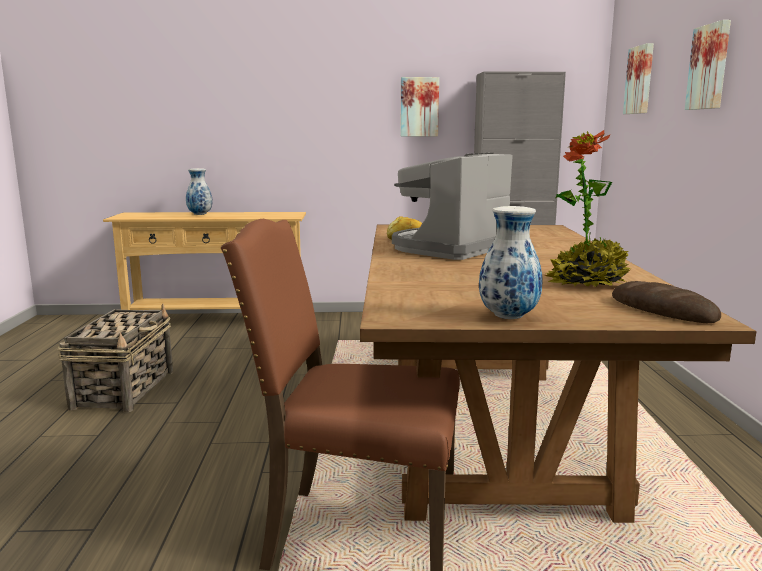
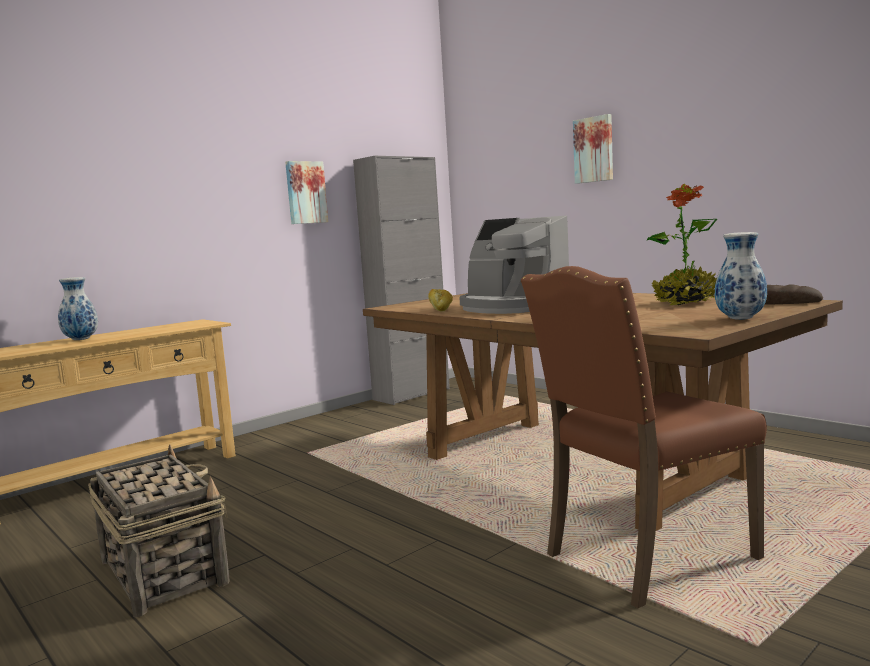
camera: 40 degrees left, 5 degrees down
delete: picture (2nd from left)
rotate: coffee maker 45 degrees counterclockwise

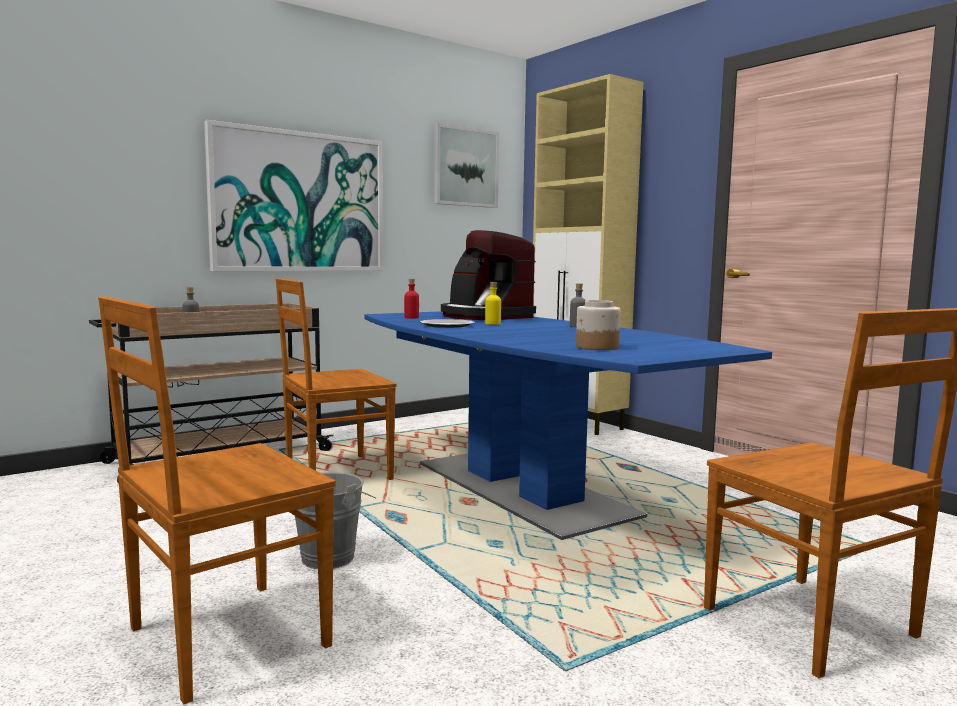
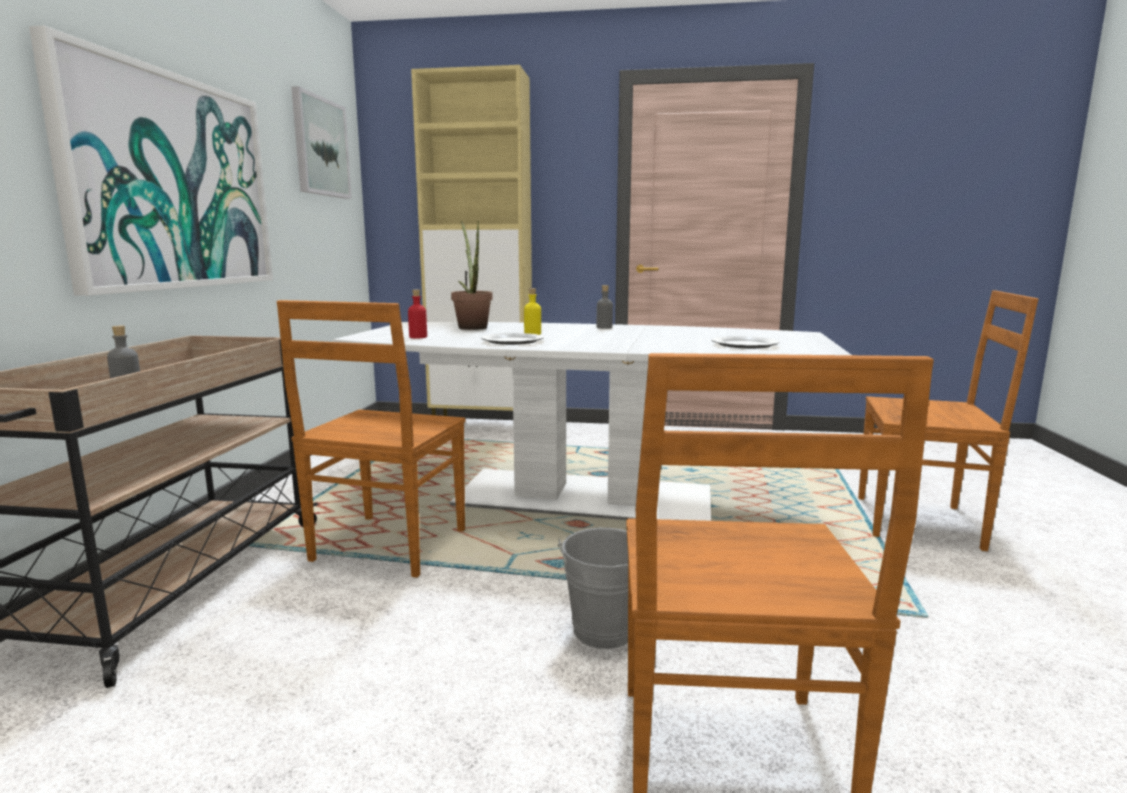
camera: 45 degrees left, 5 degrees up
replace: coffee maker to potted plant; storage jar to flat dish (2nd from left)
recolor: dinner table/blue-coloured to dinner table/whitish

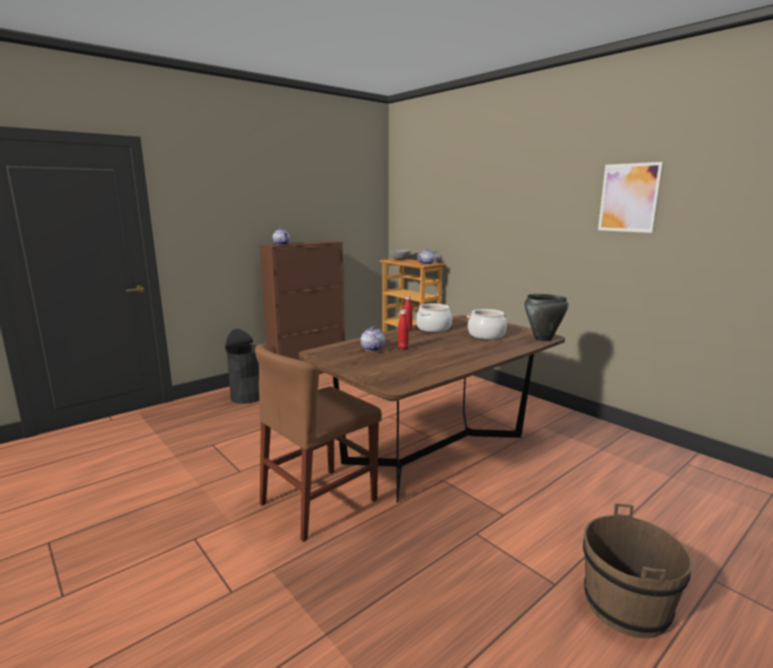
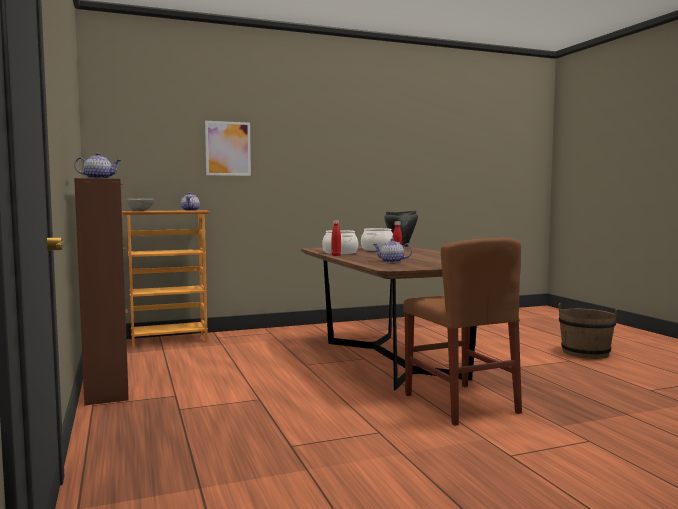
camera: 70 degrees left, 10 degrees down
delete: trash can/black
move: picture

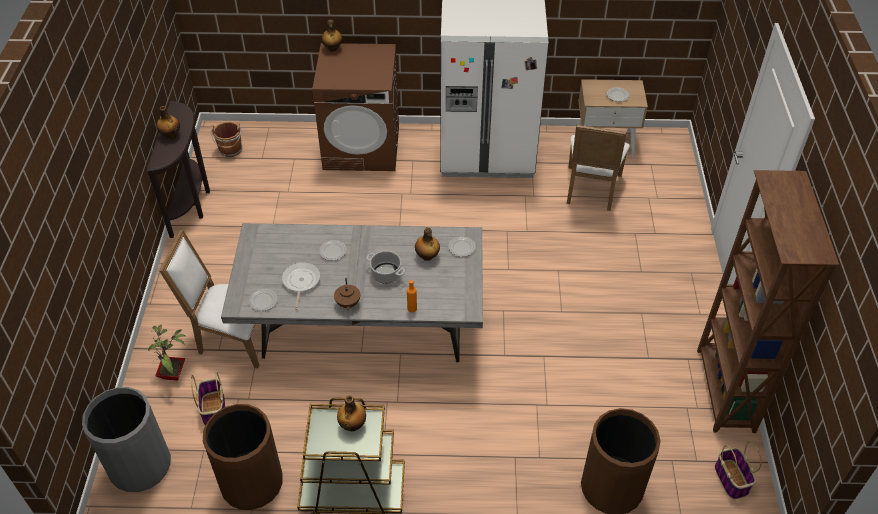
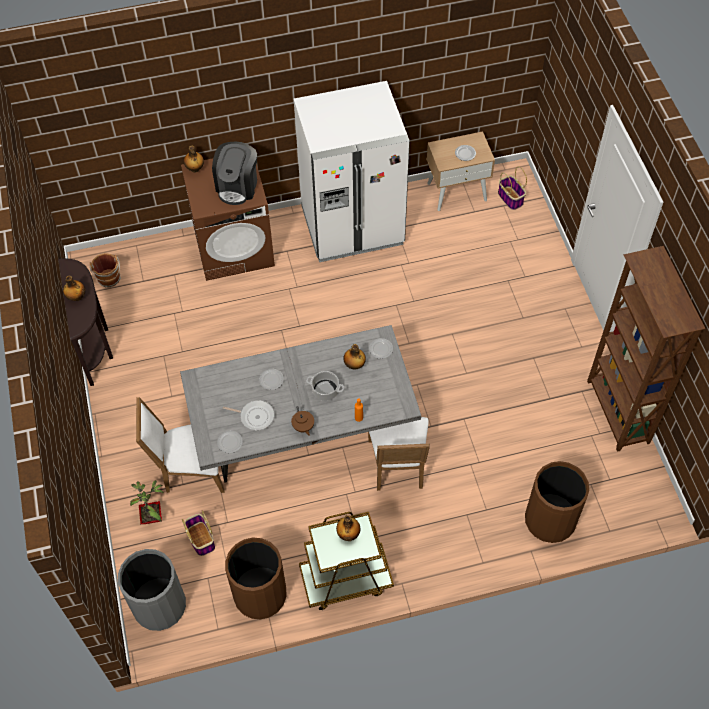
camera: 15 degrees left, 10 degrees up
insert: coffee maker
move: upright chair/whitish (2nd from left); basket (2nd from left)
rotate: skillet 120 degrees clockwise

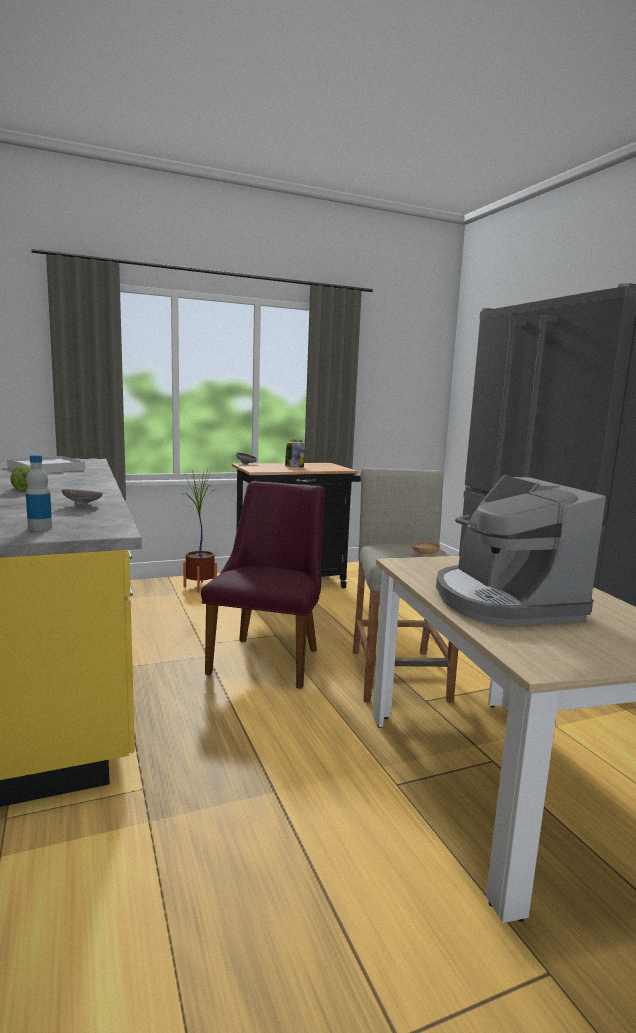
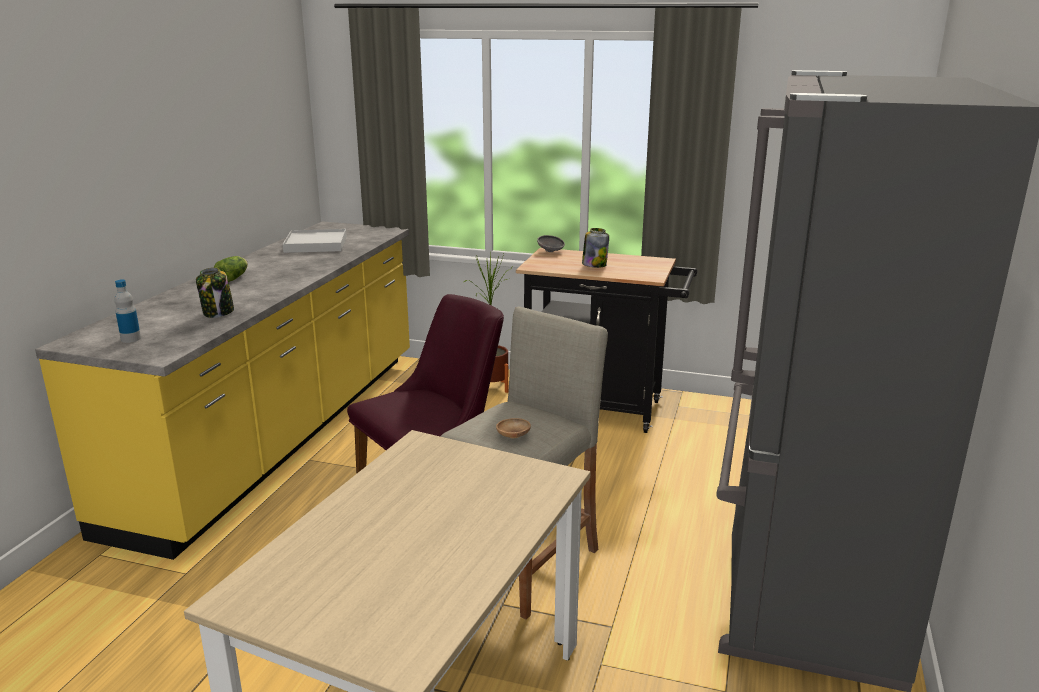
camera: 40 degrees right, 10 degrees up
delete: coffee maker
replace: deep dish/grey (1st from left) to storage jar (1st from left)

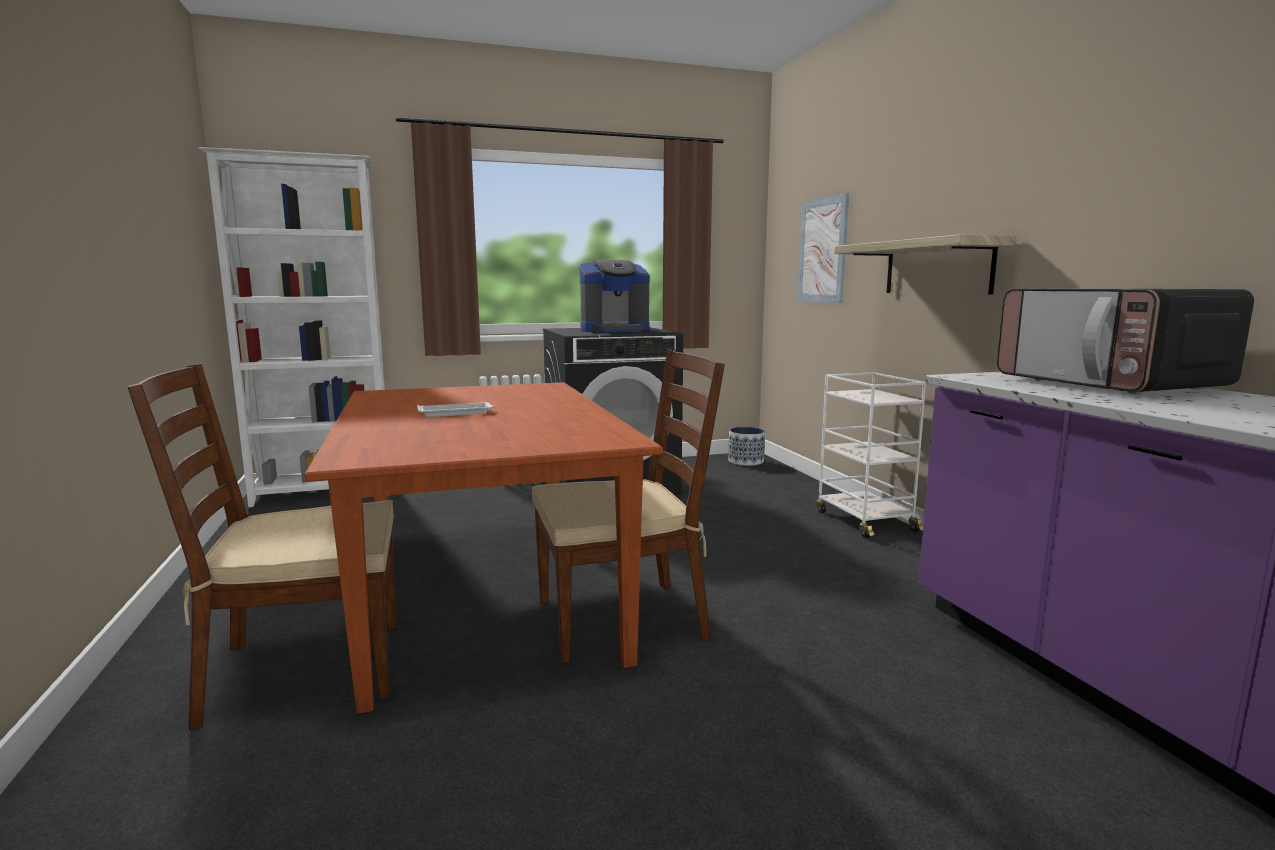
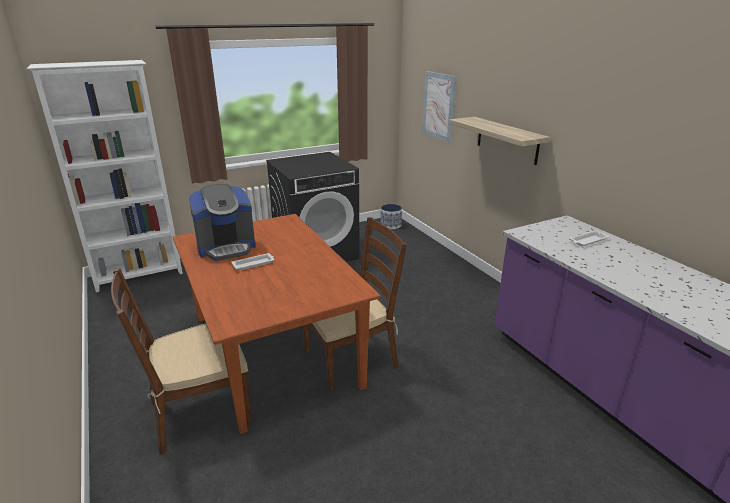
camera: 10 degrees left, 15 degrees up
delete: trolley/whitish
move: coffee maker
replace: kitchen microwave to serving tray/whitish (2nd from left)

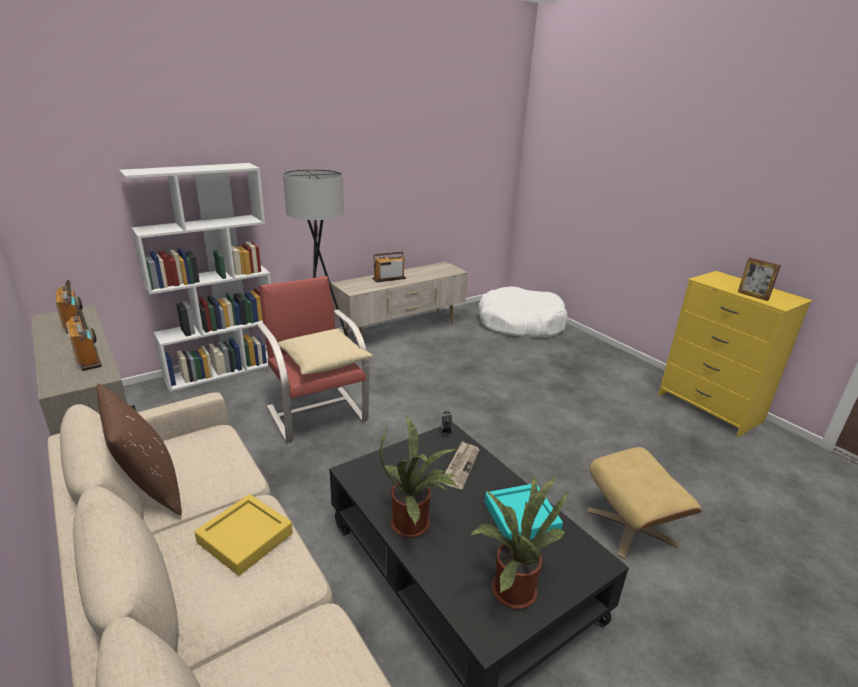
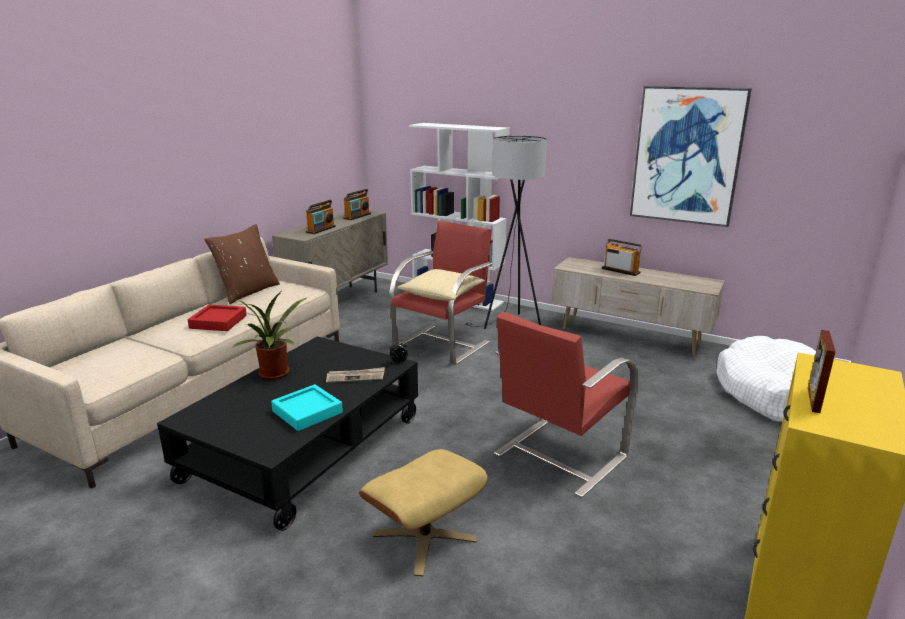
camera: 65 degrees right, 5 degrees down
delete: potted plant (2nd from left)
insert: easy chair/reddish (2nd from left); picture
recolor: serving tray/yellow to serving tray/reddish

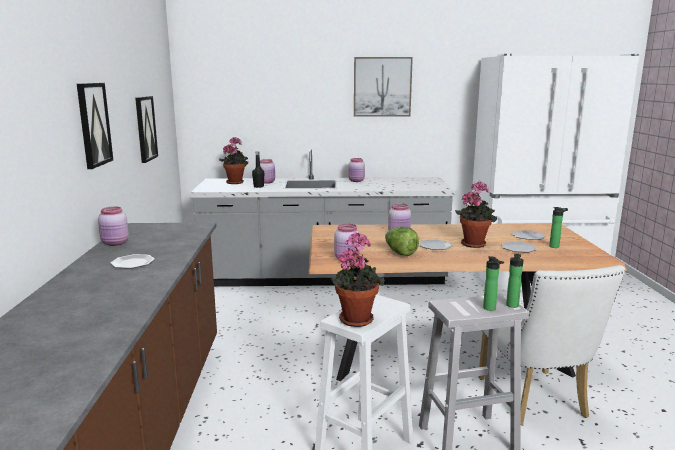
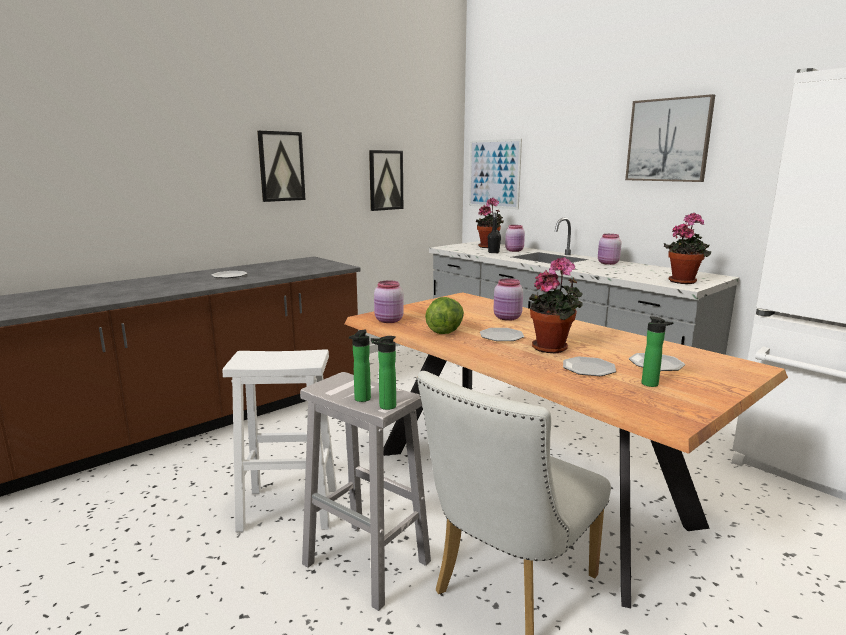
camera: 50 degrees right, 0 degrees up
delete: storage jar/pink (1st from left)
insert: picture (3rd from left)
move: potted plant (2nd from left in the first image) to potted plant (3rd from left)

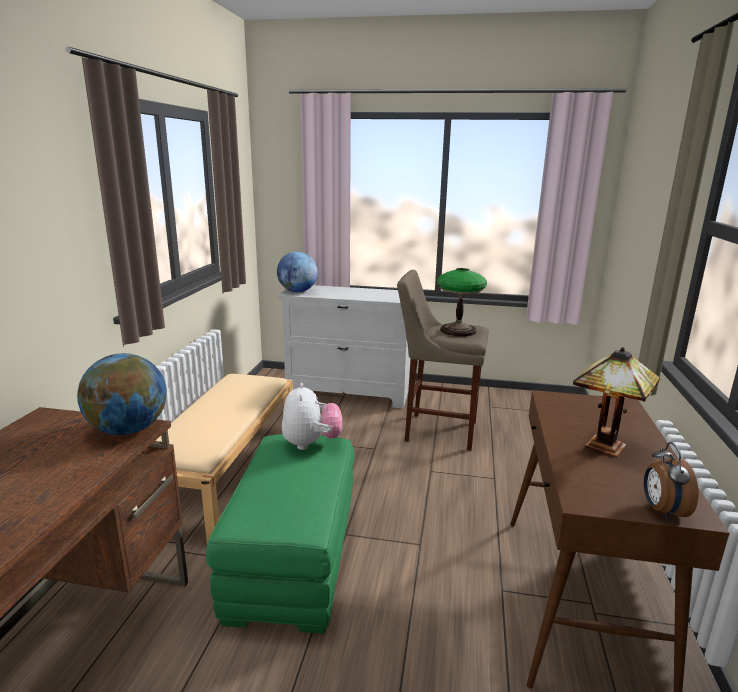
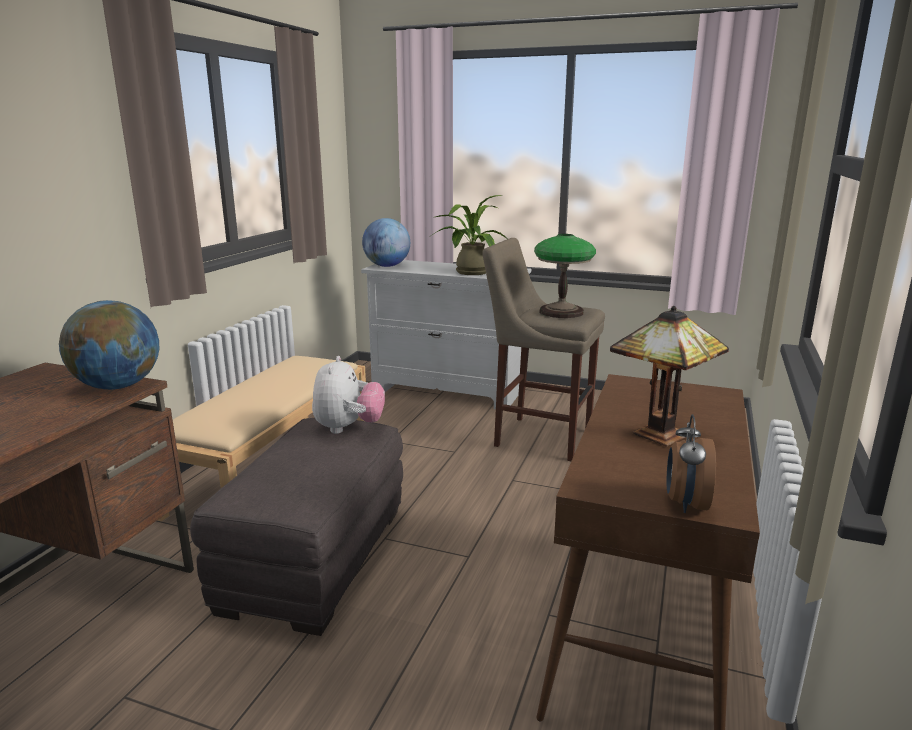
camera: 10 degrees right, 0 degrees up
insert: potted plant
recolor: footrest/green-coloured to footrest/grey

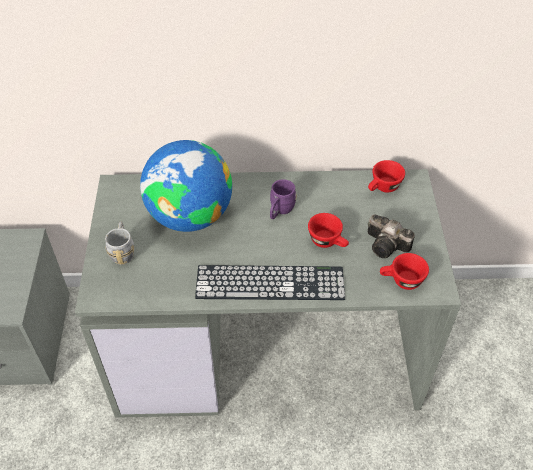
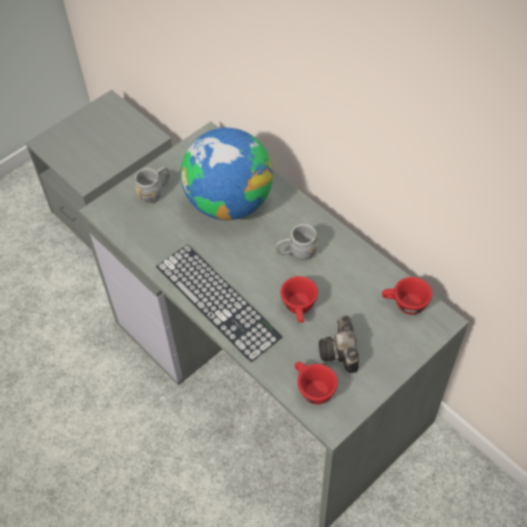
camera: 50 degrees right, 5 degrees up
recolor: tea mug/purplish to tea mug/grey (2nd from left)

